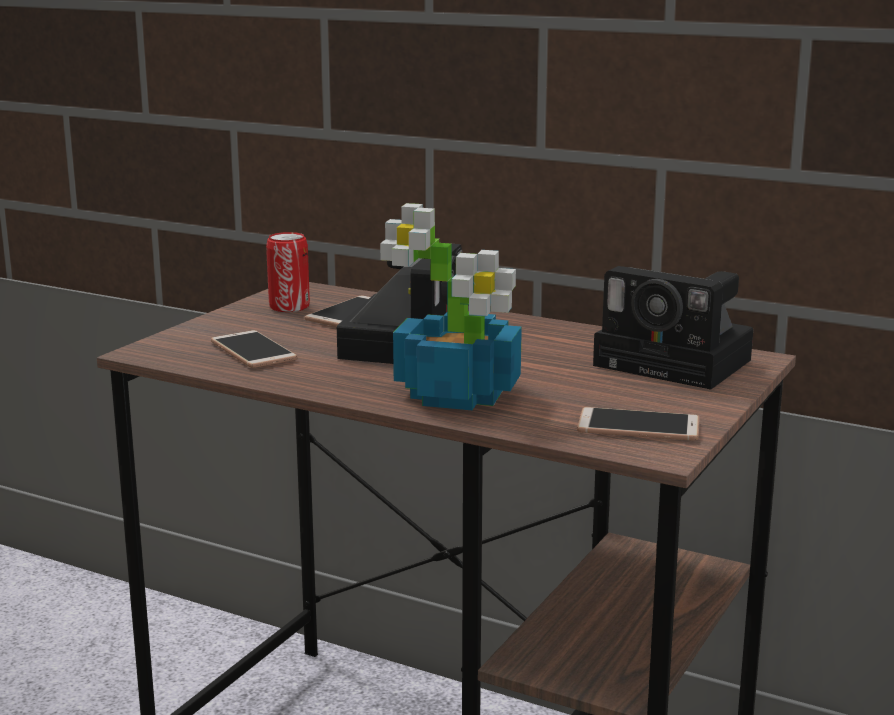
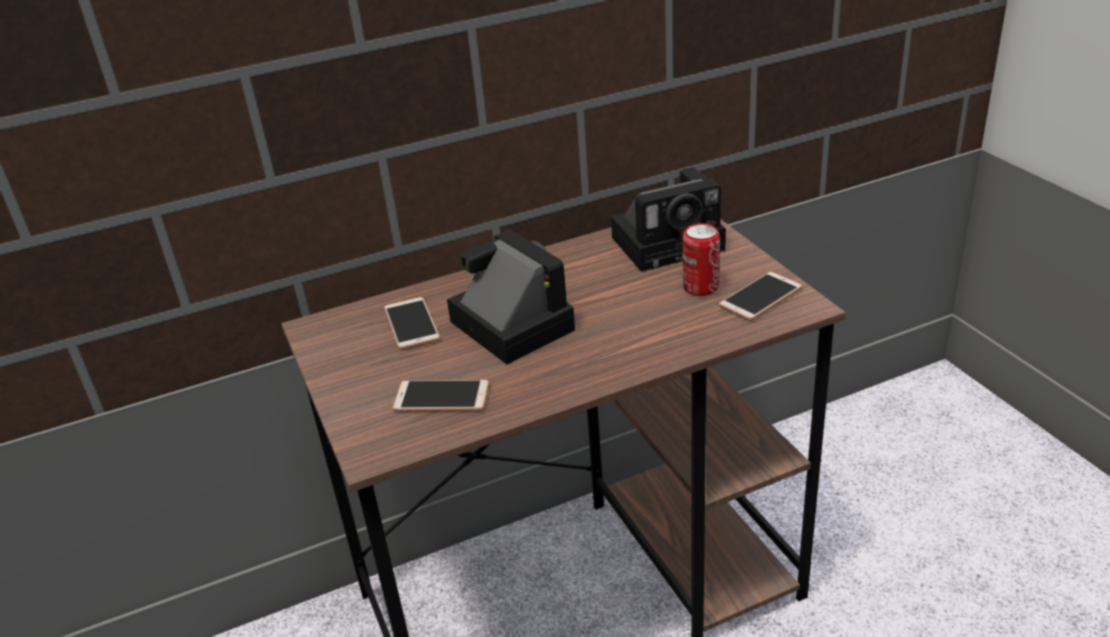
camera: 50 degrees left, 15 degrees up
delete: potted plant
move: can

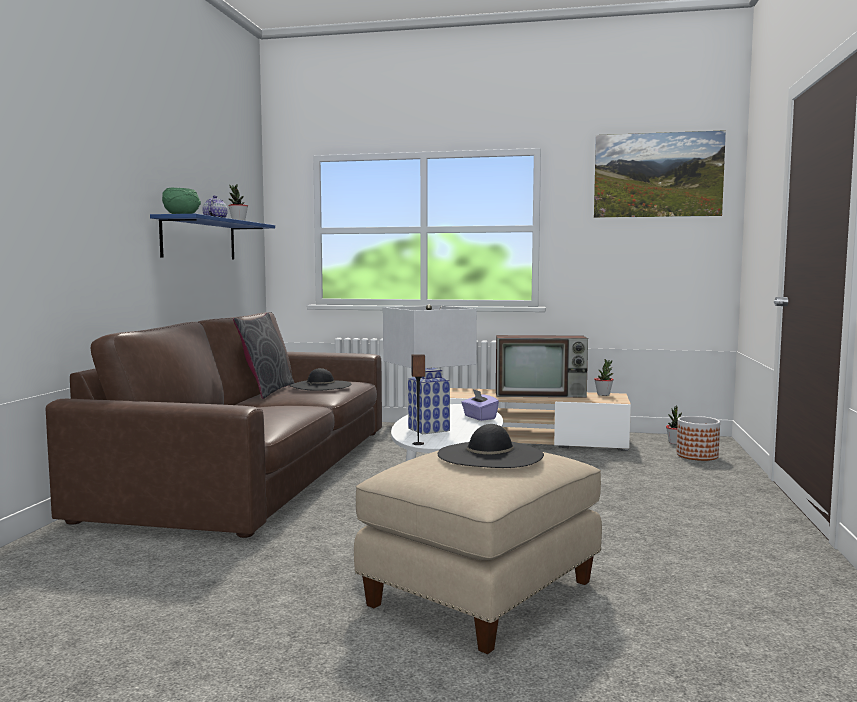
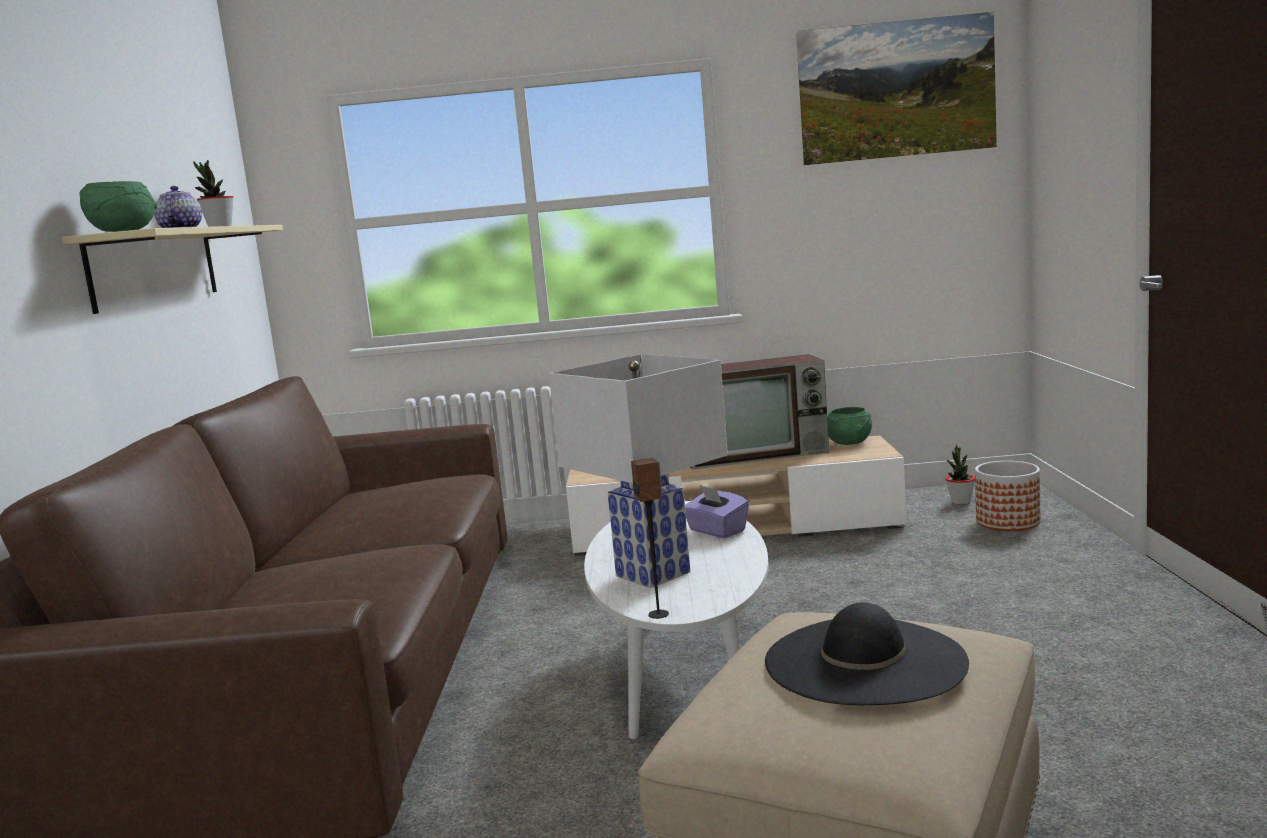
camera: 10 degrees left, 5 degrees up
delete: throw pillow/grey; wearable hat/black (1st from left)
replace: potted plant (2nd from left) to deep dish/green-coloured (2nd from left)
recolor: wall shelf/blue-coloured to wall shelf/beige-coloured

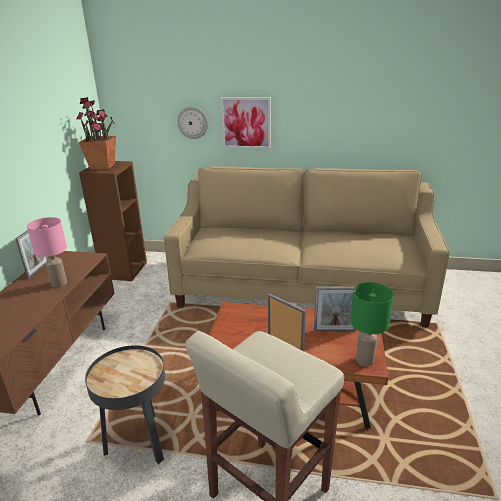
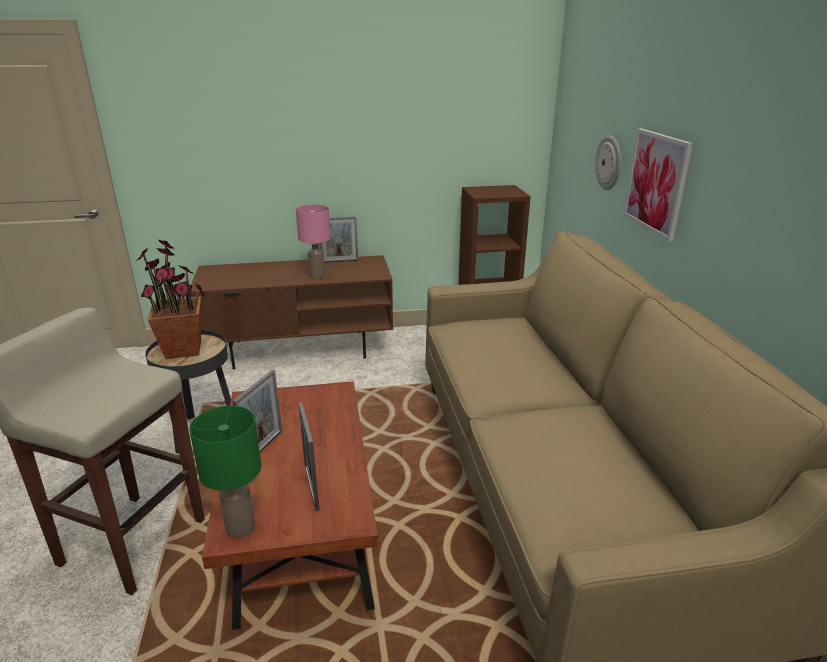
camera: 70 degrees right, 0 degrees up
move: potted plant

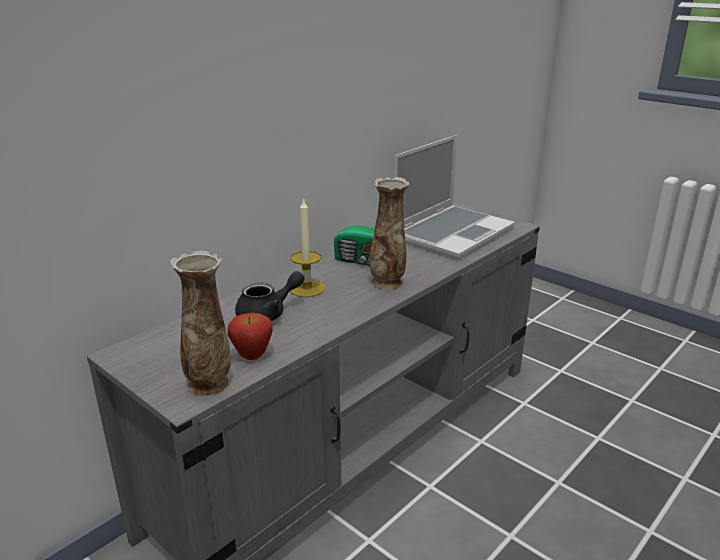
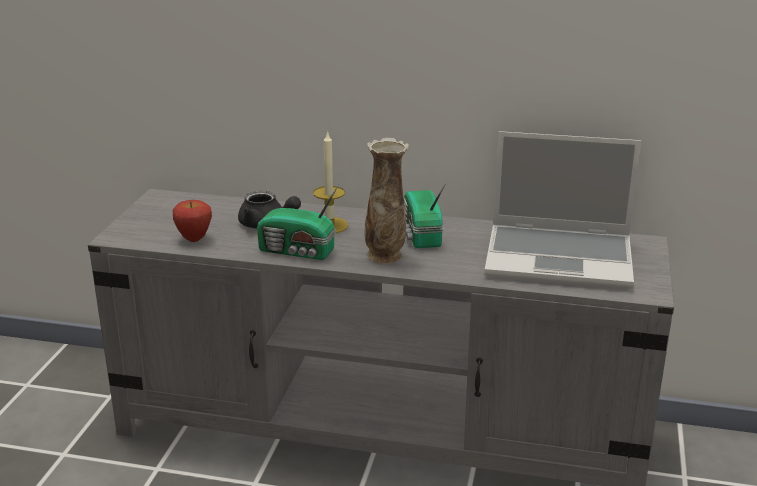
camera: 60 degrees right, 0 degrees up
delete: decorative vase (1st from left)
insert: radio (1st from left)

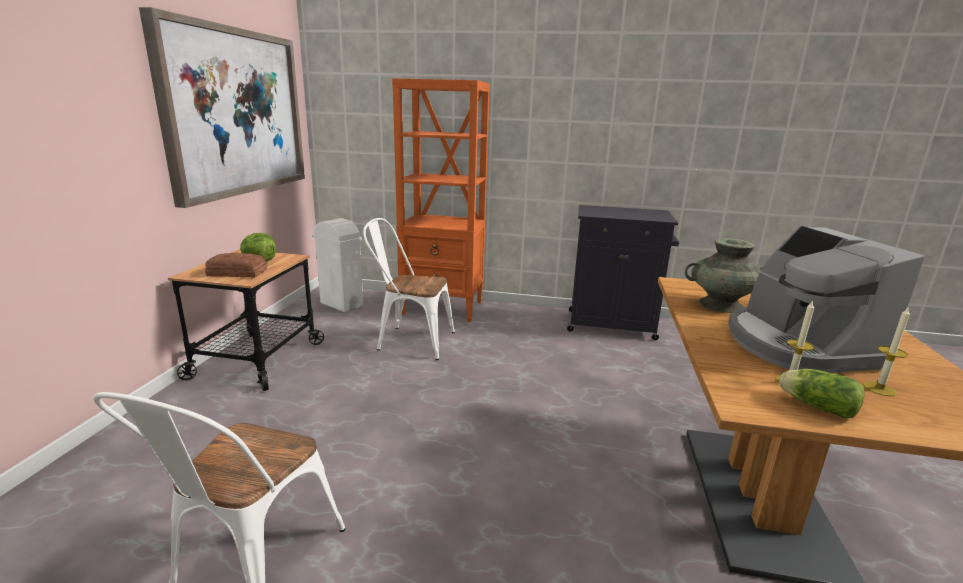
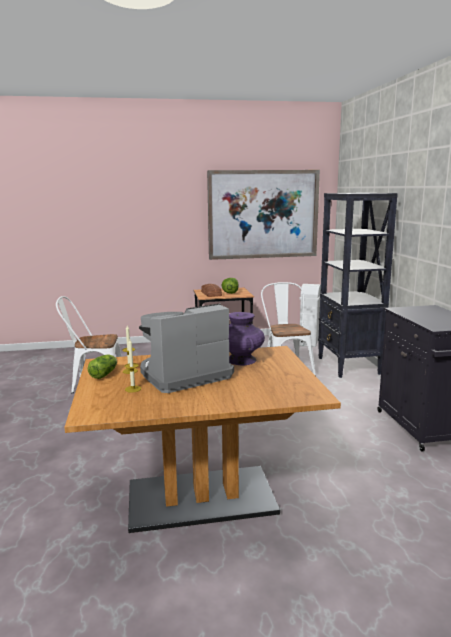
camera: 70 degrees right, 5 degrees down
recolor: bookshelf/orange to bookshelf/black; decorative vase/turquoise to decorative vase/purplish

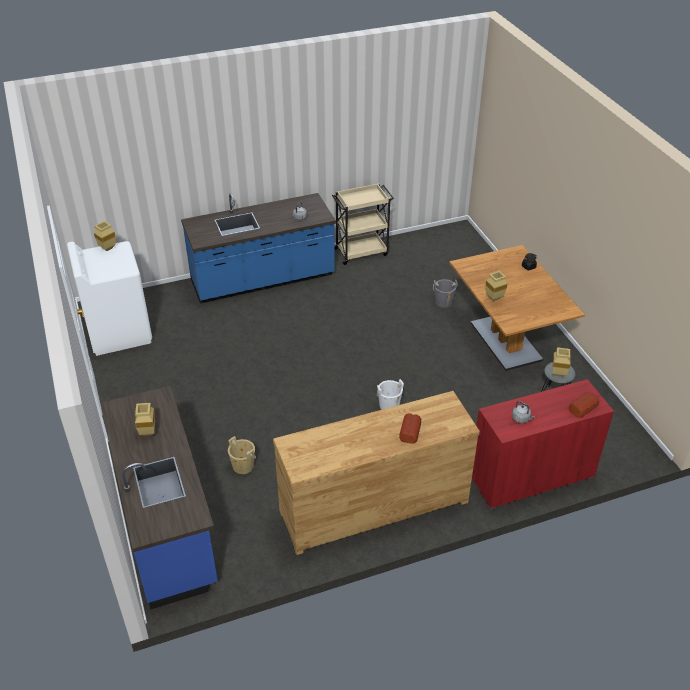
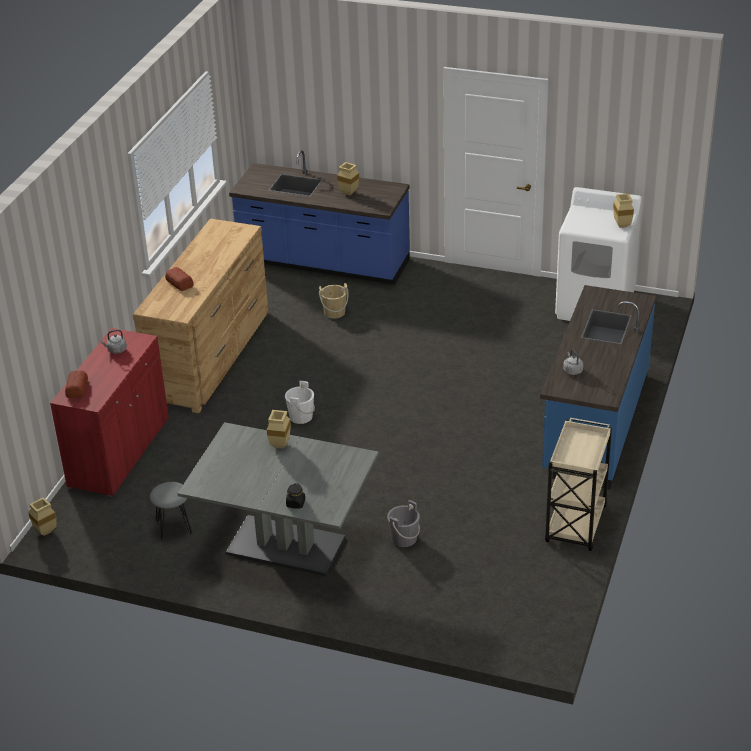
camera: 130 degrees right, 5 degrees down
move: decorative vase/beige-coloured (4th from left in the first image) to decorative vase/beige-coloured (1st from left)
recolor: dinner table/brown to dinner table/grey

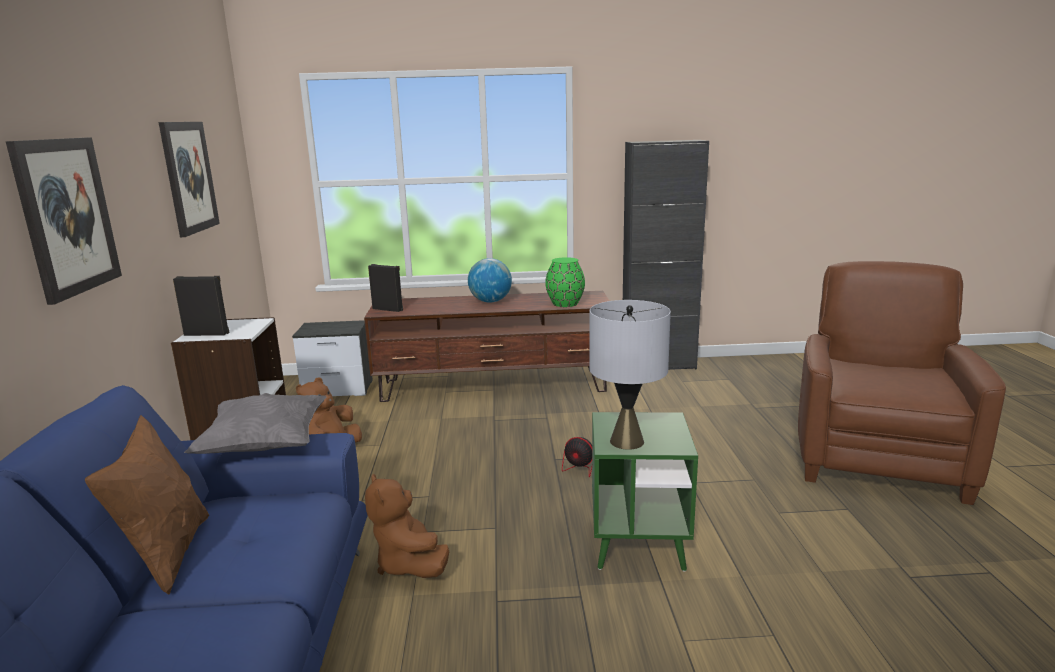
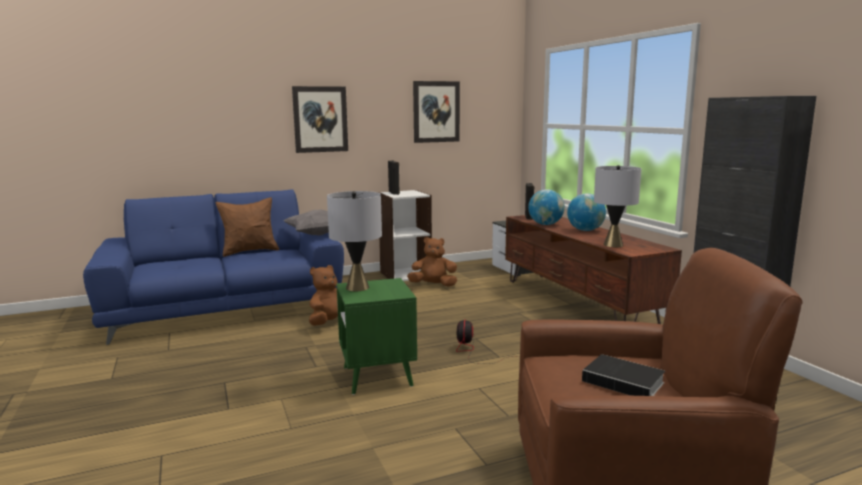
camera: 70 degrees right, 5 degrees down
insert: world globe (1st from left); volume
replace: decorative vase/green-coloured to table lamp/grey (2nd from left)

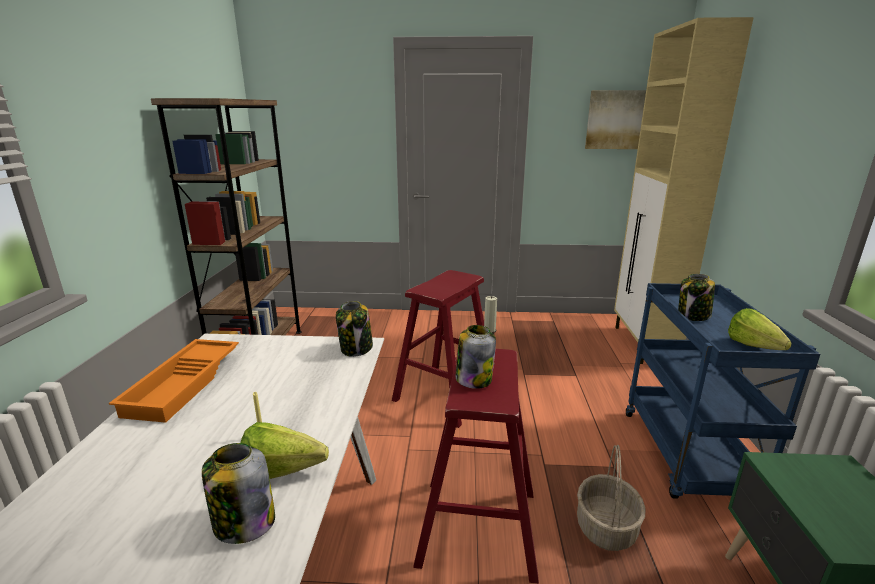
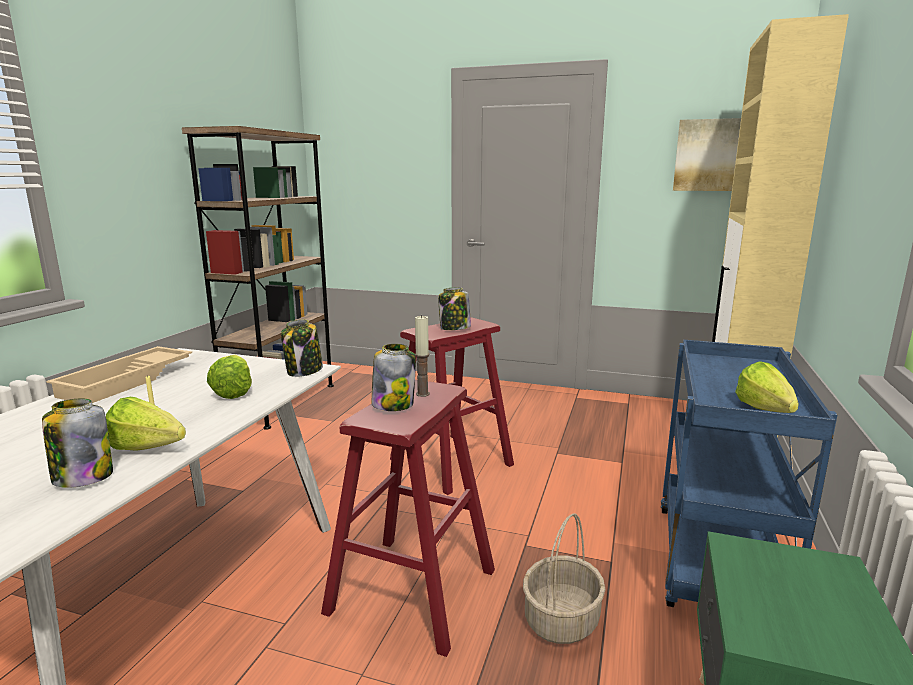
camera: 15 degrees right, 5 degrees down
insert: lettuce head (2nd from left)
move: storage jar (4th from left)
recolor: serving tray/orange to serving tray/beige-coloured

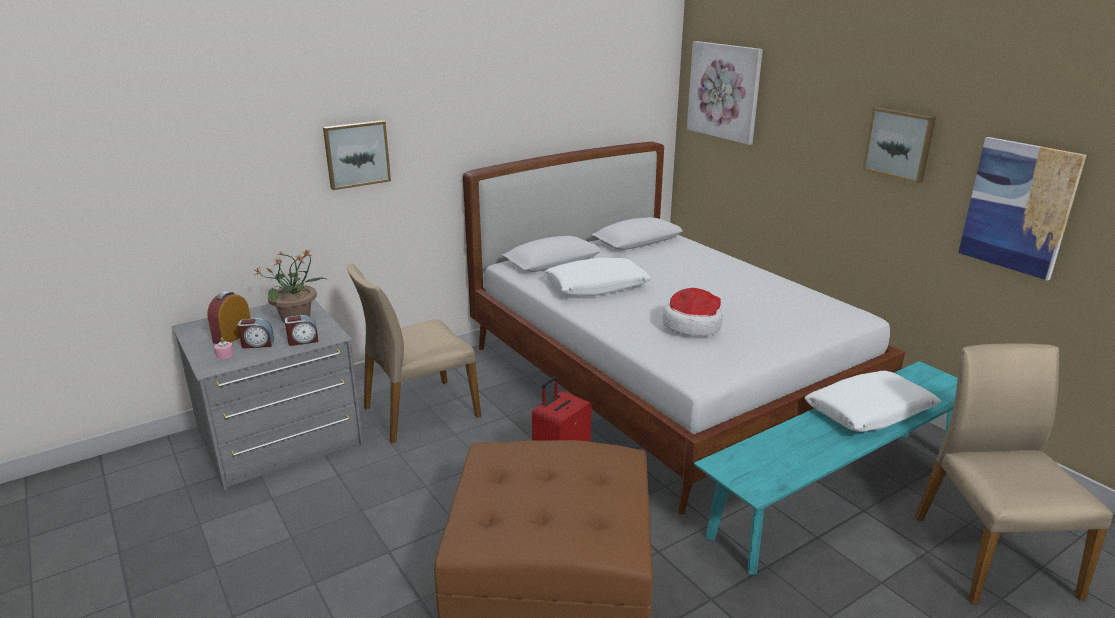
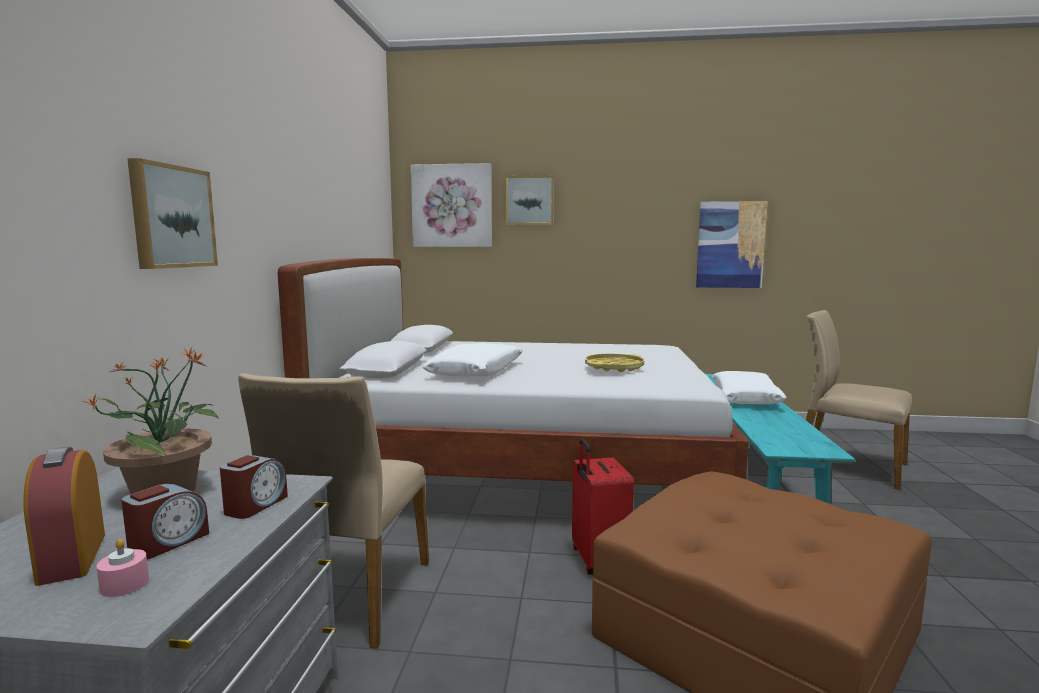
camera: 50 degrees left, 15 degrees down
move: picture (3rd from left)
replace: wearable hat to serving tray/yellow

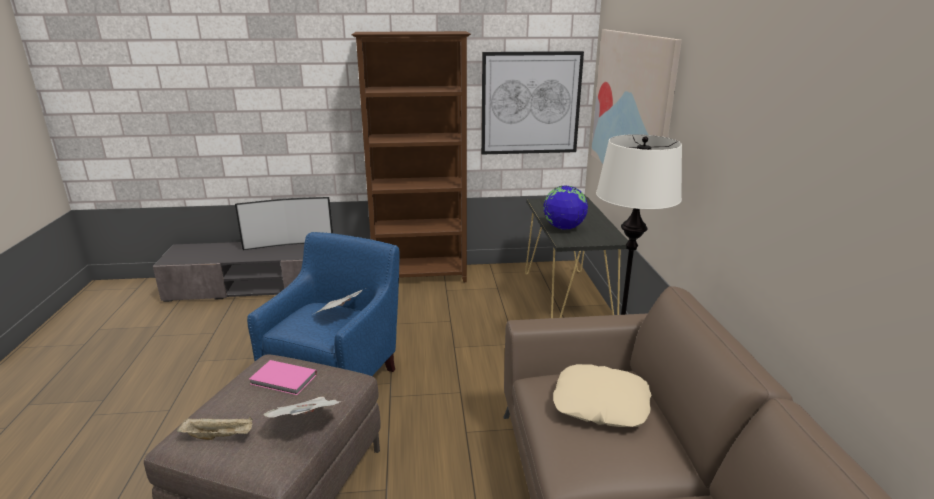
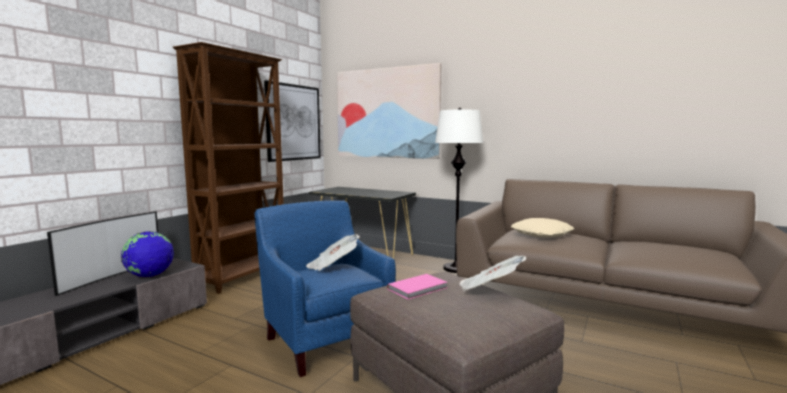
camera: 55 degrees left, 15 degrees down
delete: serving tray/beige-coloured
move: world globe

